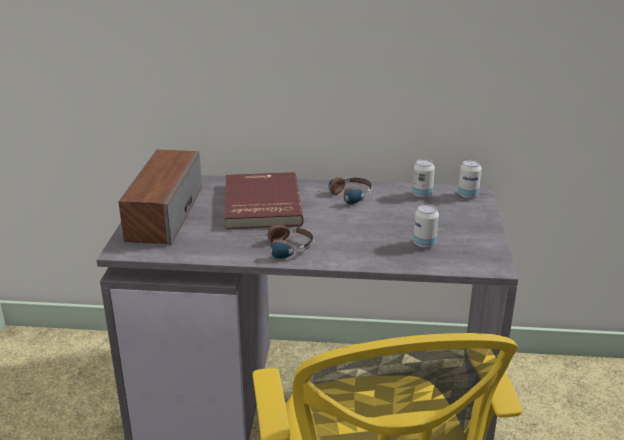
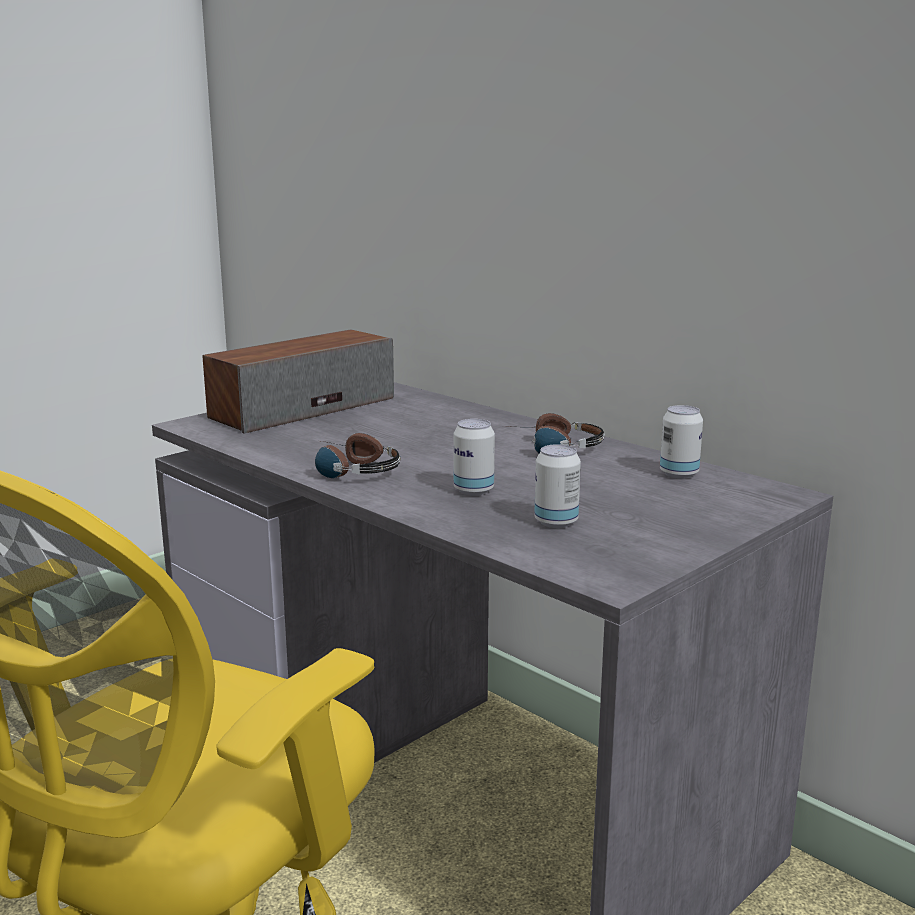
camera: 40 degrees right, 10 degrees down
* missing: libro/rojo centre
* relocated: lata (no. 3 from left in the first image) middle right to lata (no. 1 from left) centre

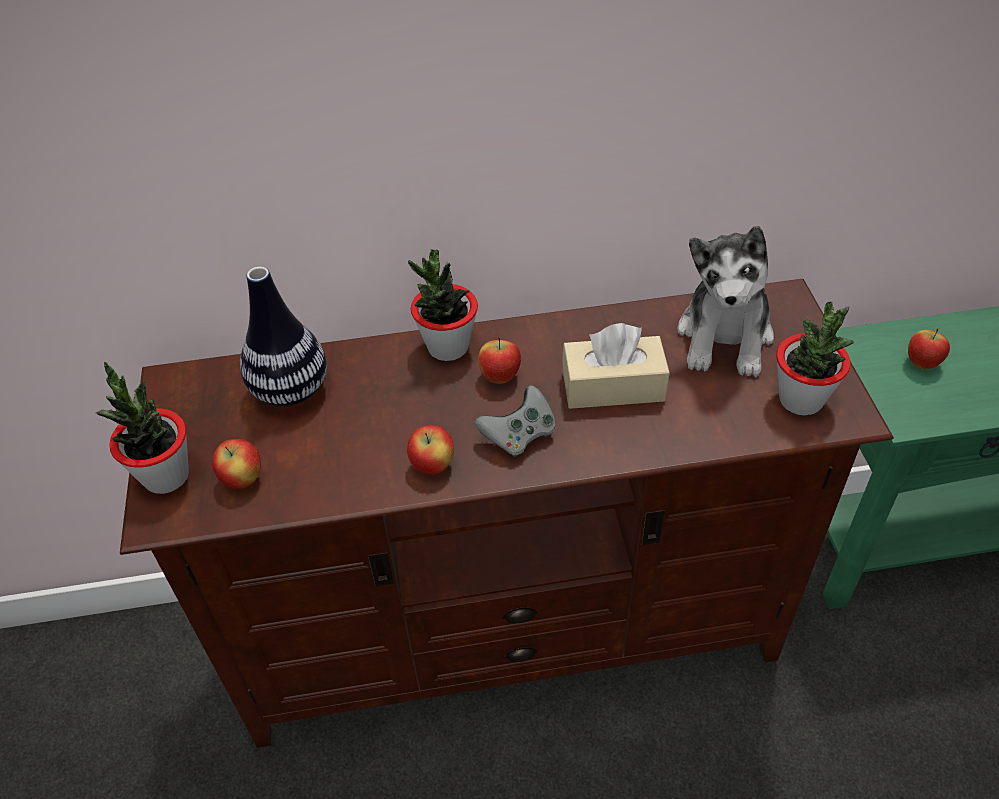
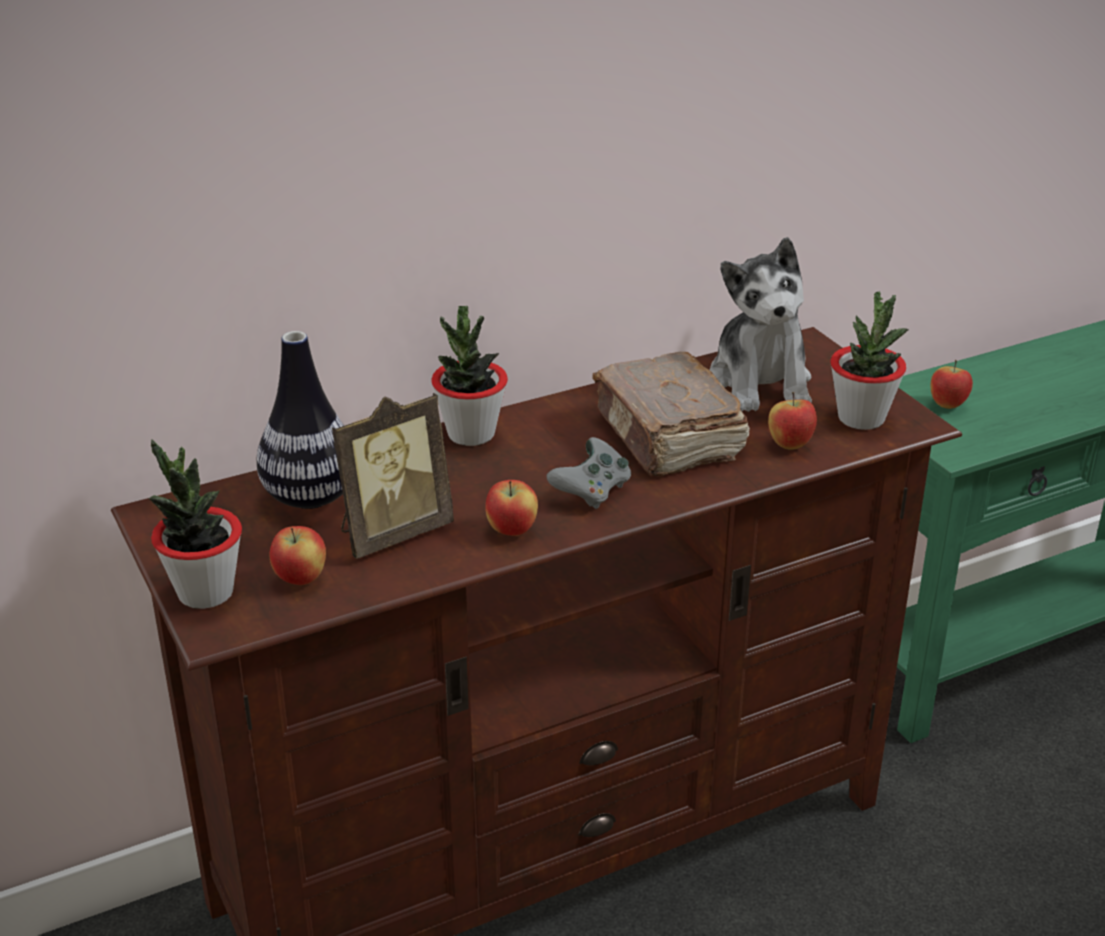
camera: 20 degrees left, 15 degrees down
* appeared: portarretratos centre
* relocated: manzana (no. 3 from left) centre to middle right
* exchanged: caja de pañuelos/beis centre to libro/marrón centre

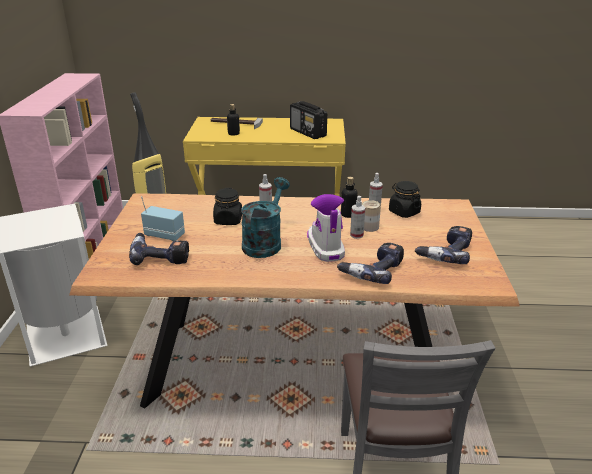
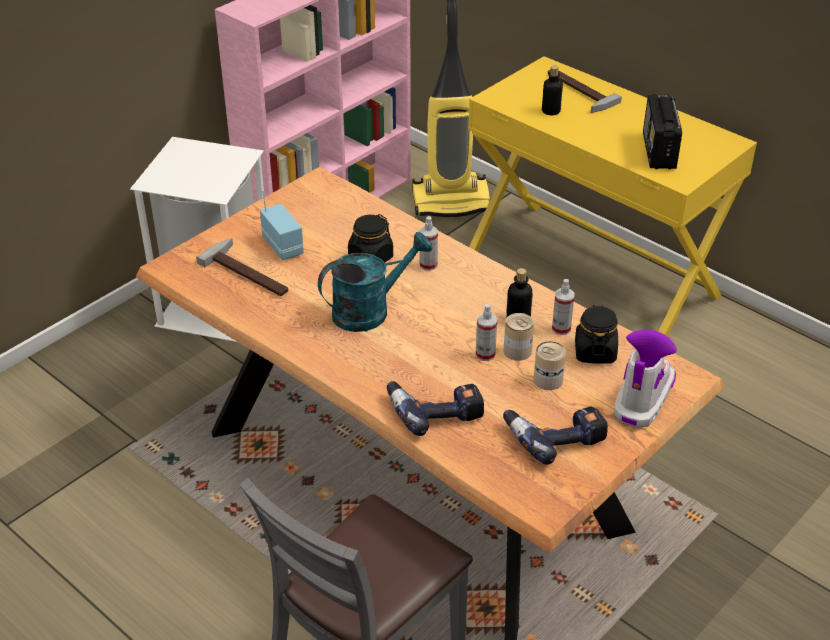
camera: 40 degrees right, 10 degrees up
* appeared: lata (no. 2 from left) centre
* relocated: bota centre to middle right
* exchanged: taladro (no. 1 from left) middle left to martillo (no. 1 from left) middle left

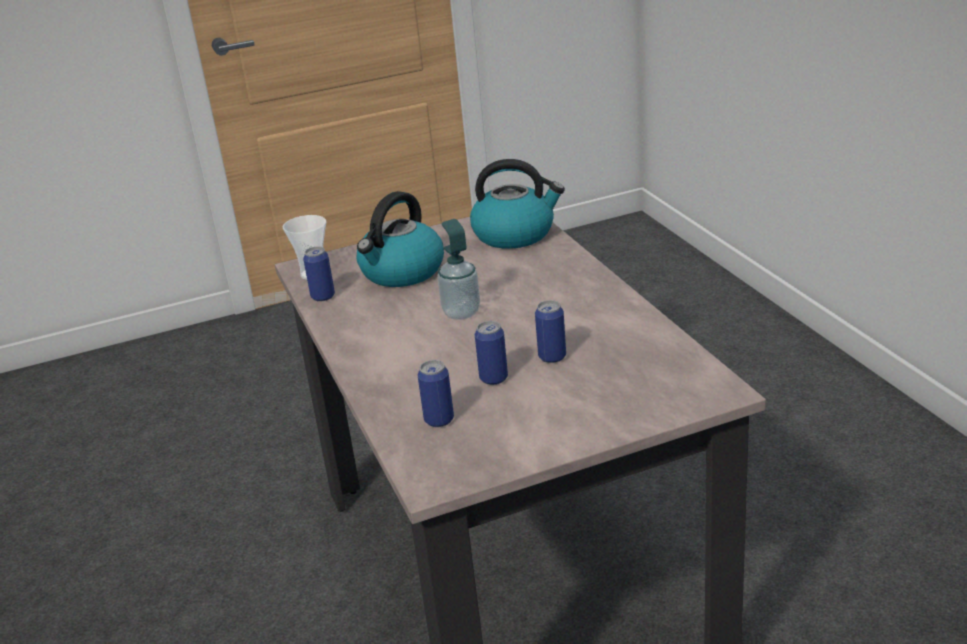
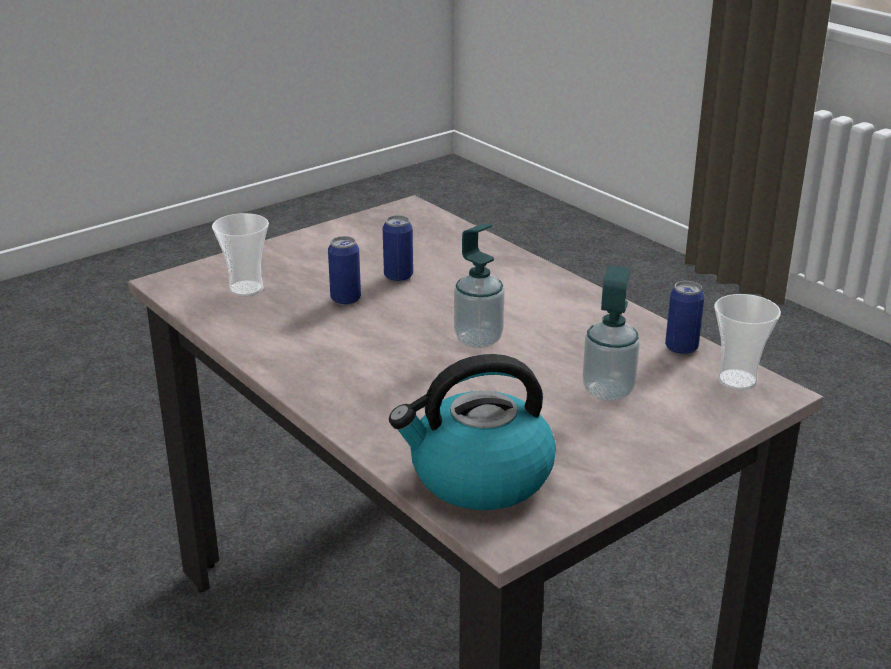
camera: 160 degrees right, 0 degrees up
* missing: lata (no. 2 from left) centre
* appeared: taza (no. 1 from left) middle left
* exchanged: hervidor (no. 1 from left) centre to dispensador de jabón (no. 2 from left) middle right

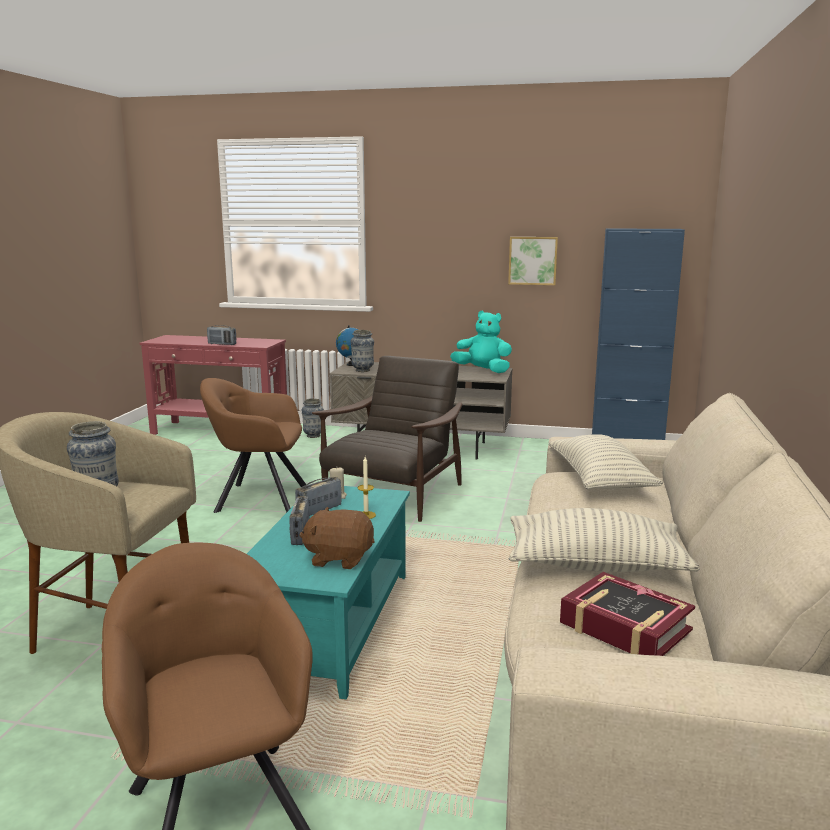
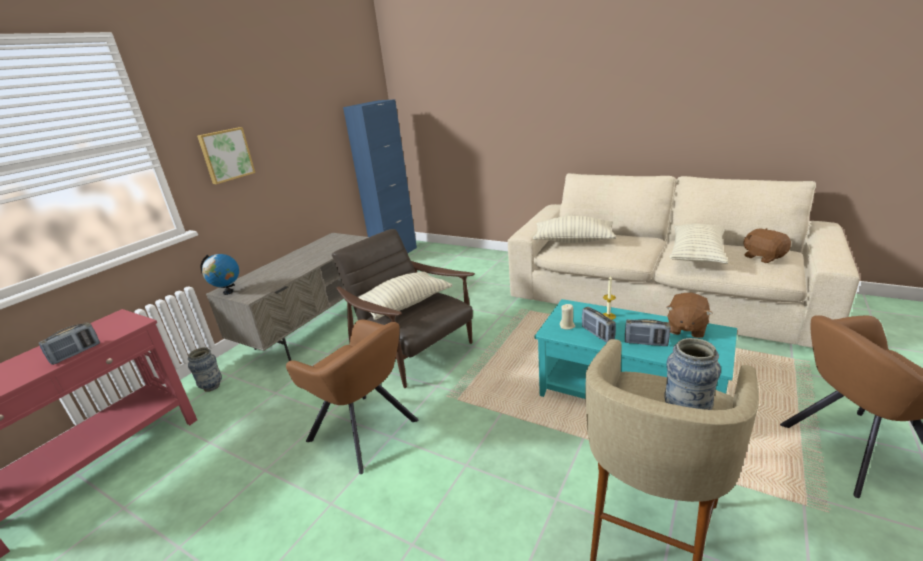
camera: 70 degrees left, 10 degrees up
* missing: florero (no. 3 from left) centre
* missing: peluche/turquesa centre
* appeared: cojín (no. 1 from left) centre
* relocated: cuadro top centre to top left
* exchanged: libro bottom right to peluche/marrón (no. 2 from left) middle right
* spun: sillón/marrón (no. 2 from left in the first image) middle left = bottom centre 75 degrees counterclockwise

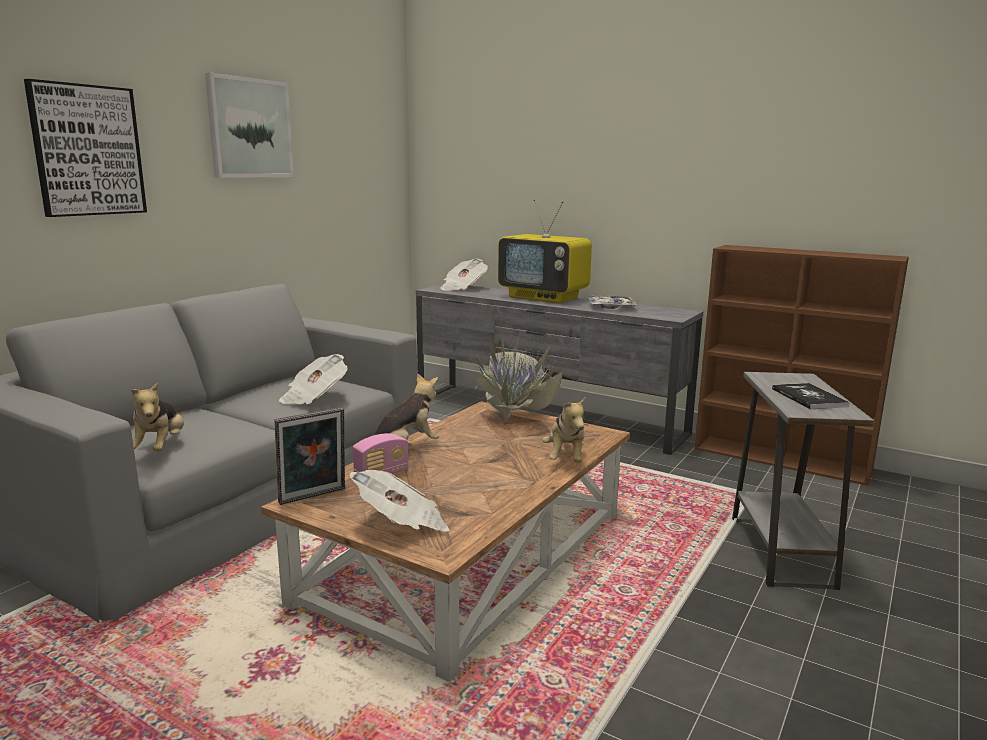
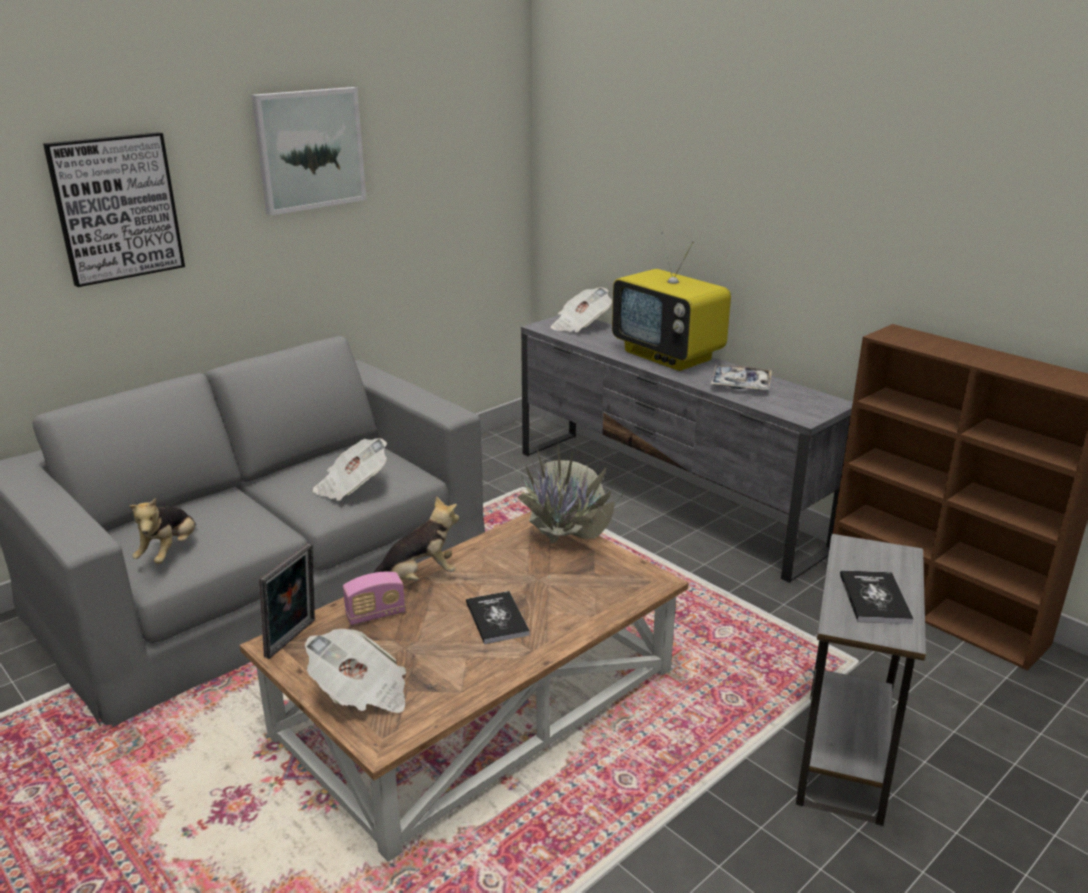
camera: 15 degrees right, 10 degrees up
* missing: peluche (no. 3 from left) centre
* appeared: libro (no. 1 from left) bottom centre
* spun: portarretratos middle left = bottom left 45 degrees counterclockwise

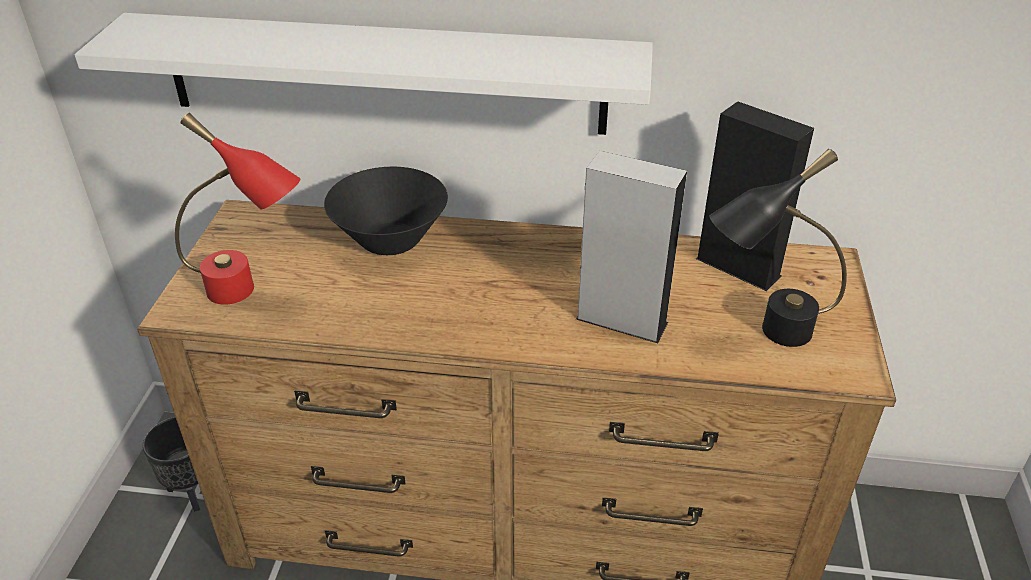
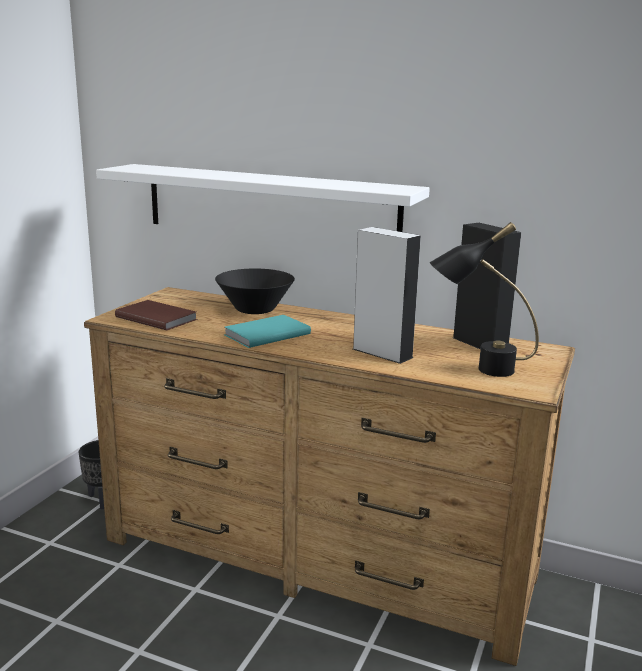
camera: 15 degrees right, 20 degrees down
* appeared: libro/turquesa centre
* exchanged: lámpara de mesa/rojo middle left to libro/marrón middle left

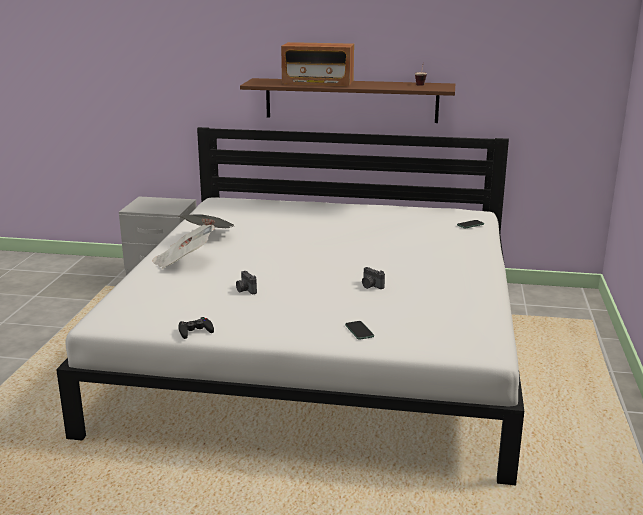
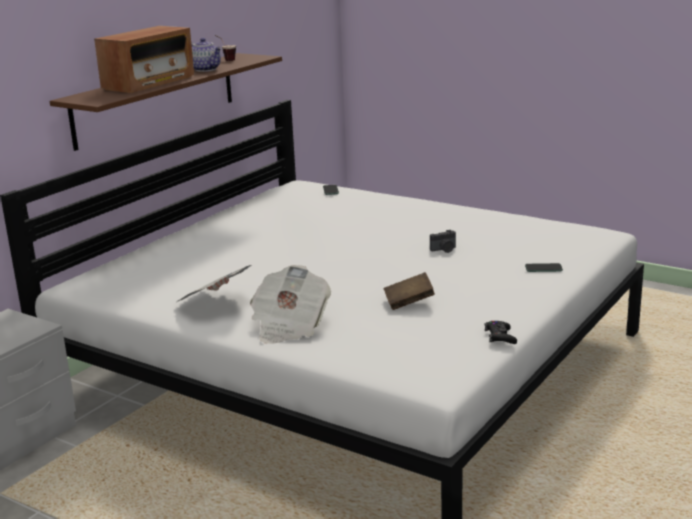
camera: 65 degrees left, 0 degrees up
* appeared: tetera top left
* exchanged: cámara (no. 1 from left) centre to libro/marrón centre

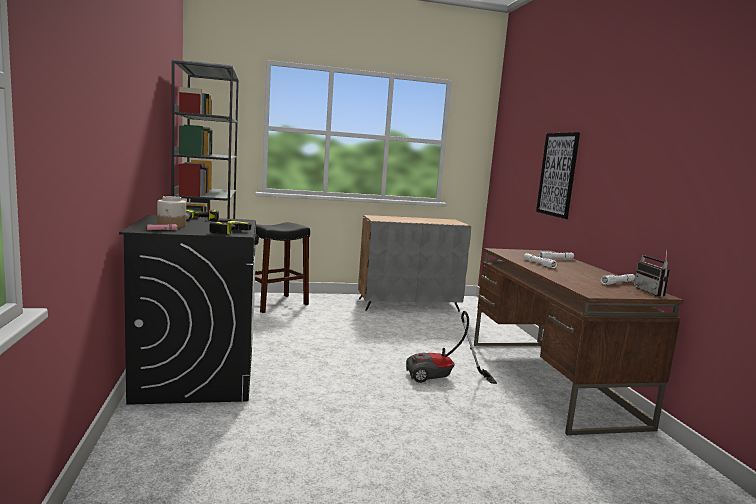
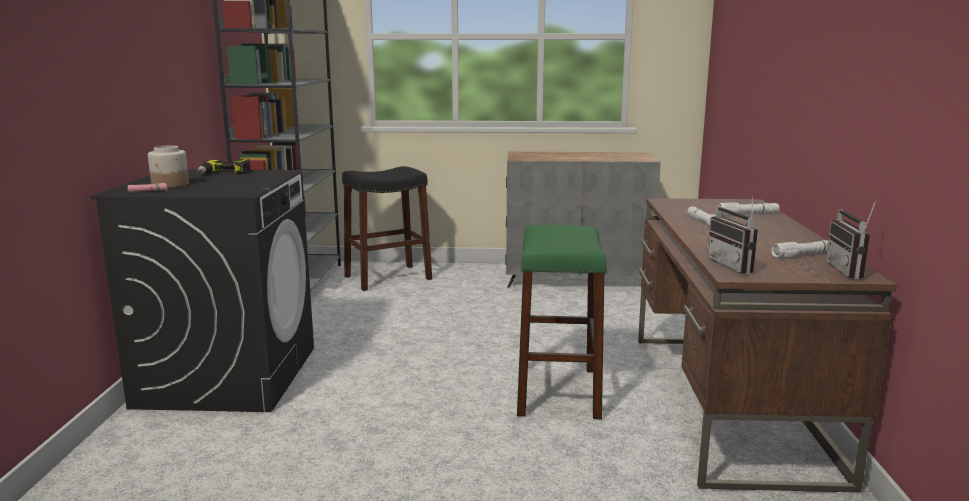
camera: 15 degrees right, 5 degrees up
* missing: taladro (no. 2 from left) middle left
* missing: cuadro middle right
* appeared: radio (no. 1 from left) middle right
* exchanged: aspiradora bottom centre to taburete/verde centre

